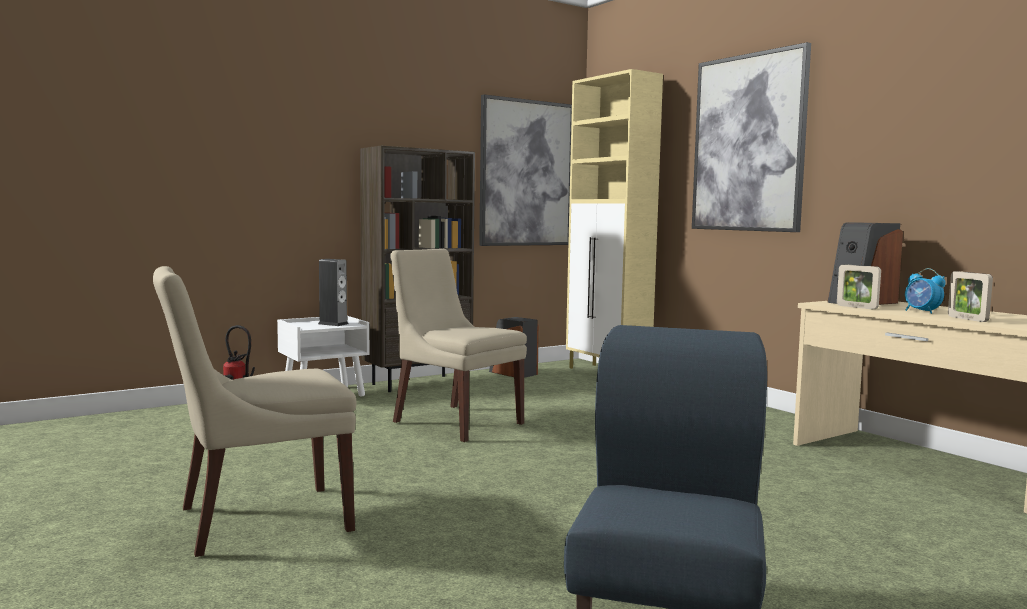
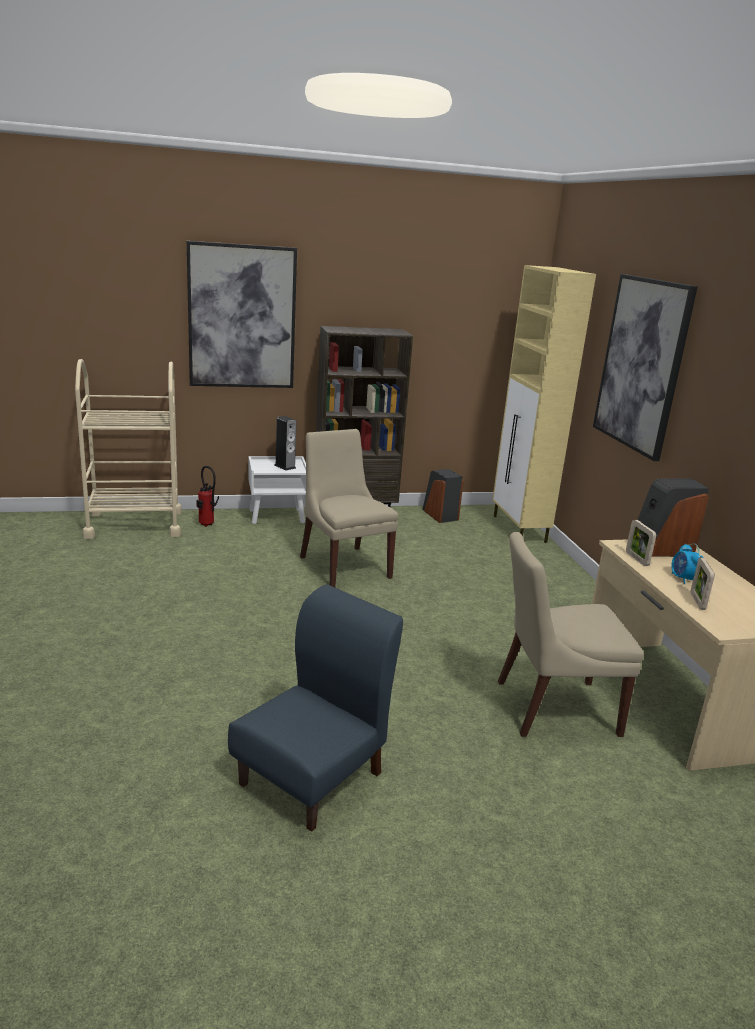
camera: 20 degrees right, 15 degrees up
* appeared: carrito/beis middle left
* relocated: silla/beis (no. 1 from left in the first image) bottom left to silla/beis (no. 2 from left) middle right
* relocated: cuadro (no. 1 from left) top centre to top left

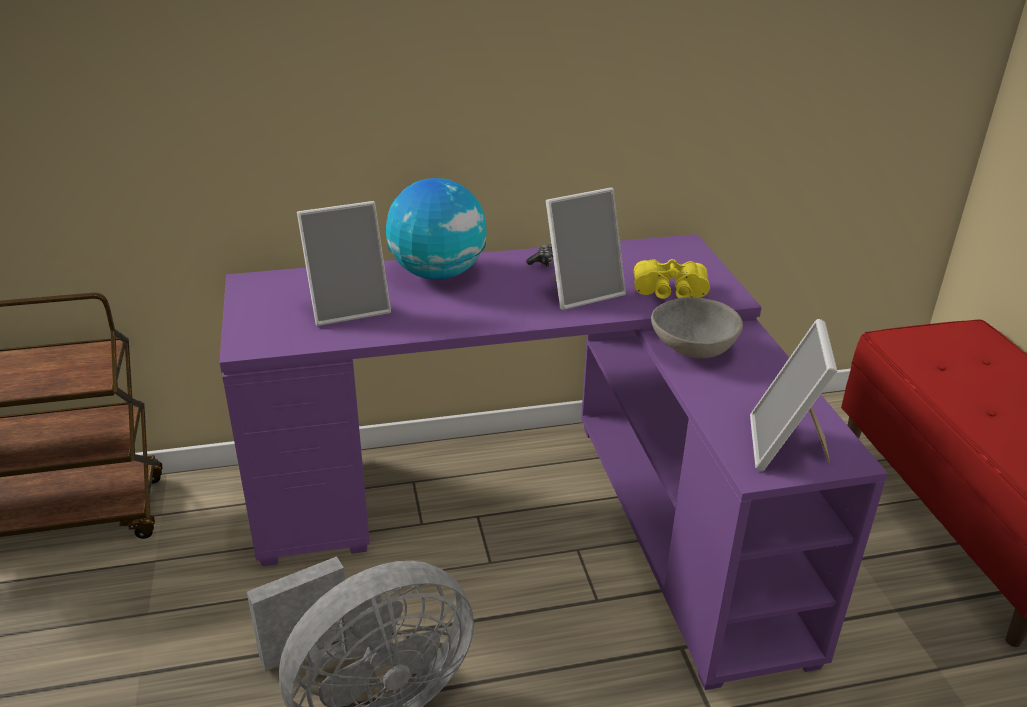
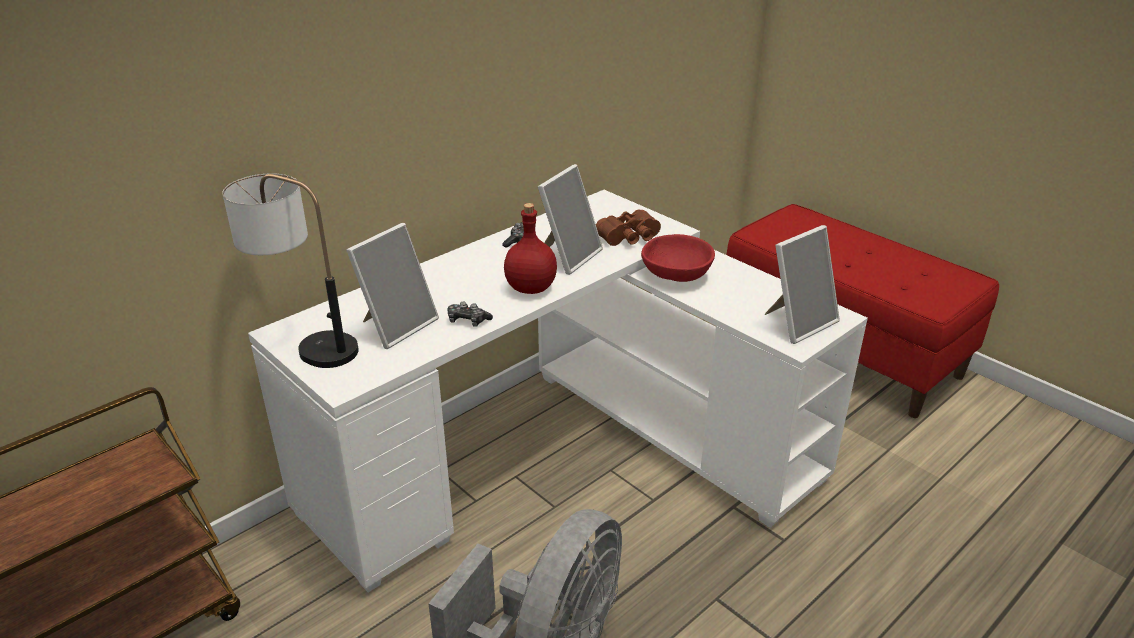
camera: 30 degrees left, 0 degrees up
* missing: globo terráqueo top centre
* appeared: lámpara de mesa middle left
* appeared: mando de consola (no. 1 from left) centre
* appeared: botella/rojo centre
* colour: escritorio/morado centre to escritorio/blanco centre
* colour: prismáticos/amarillo centre to prismáticos/marrón centre
* colour: cuenco/gris middle right to cuenco/rojo centre
* spun: portarretratos (no. 3 from left) middle right = middle right 105 degrees counterclockwise

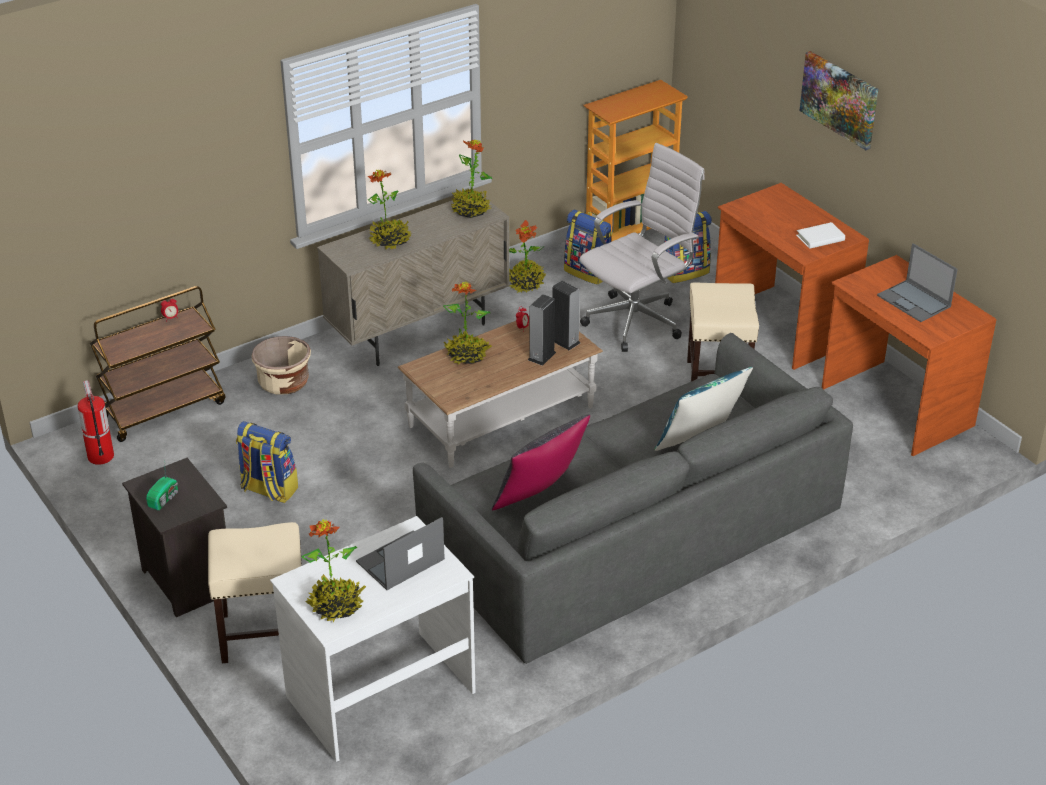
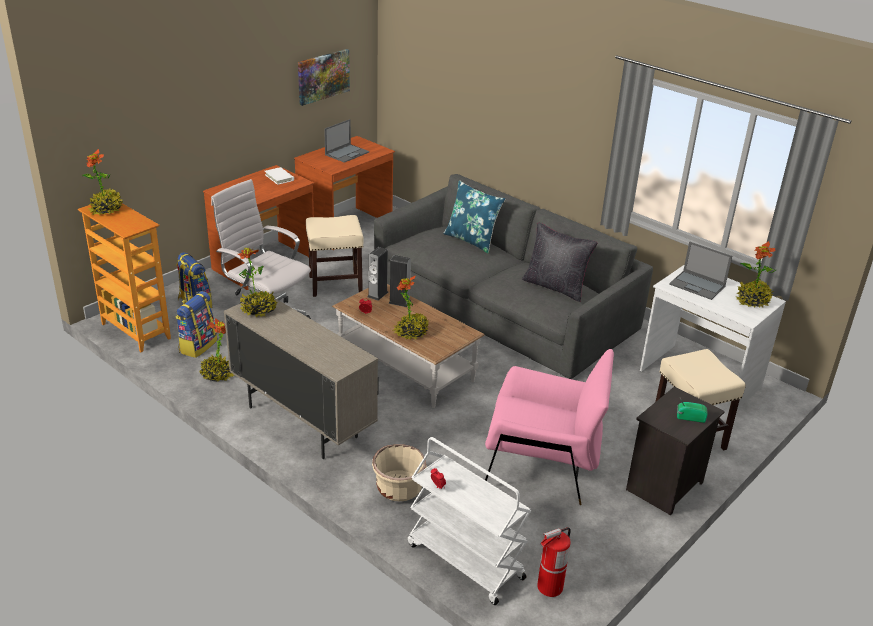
camera: 105 degrees left, 5 degrees down
* relocated: planta en maceta (no. 2 from left in the first image) top centre to planta en maceta (no. 1 from left) top left
* relocated: cuadro top right to top centre
* exchanged: mochila (no. 1 from left) middle left to sillón/rosa bottom centre
* colour: carrito/marrón middle left to carrito/blanco bottom centre

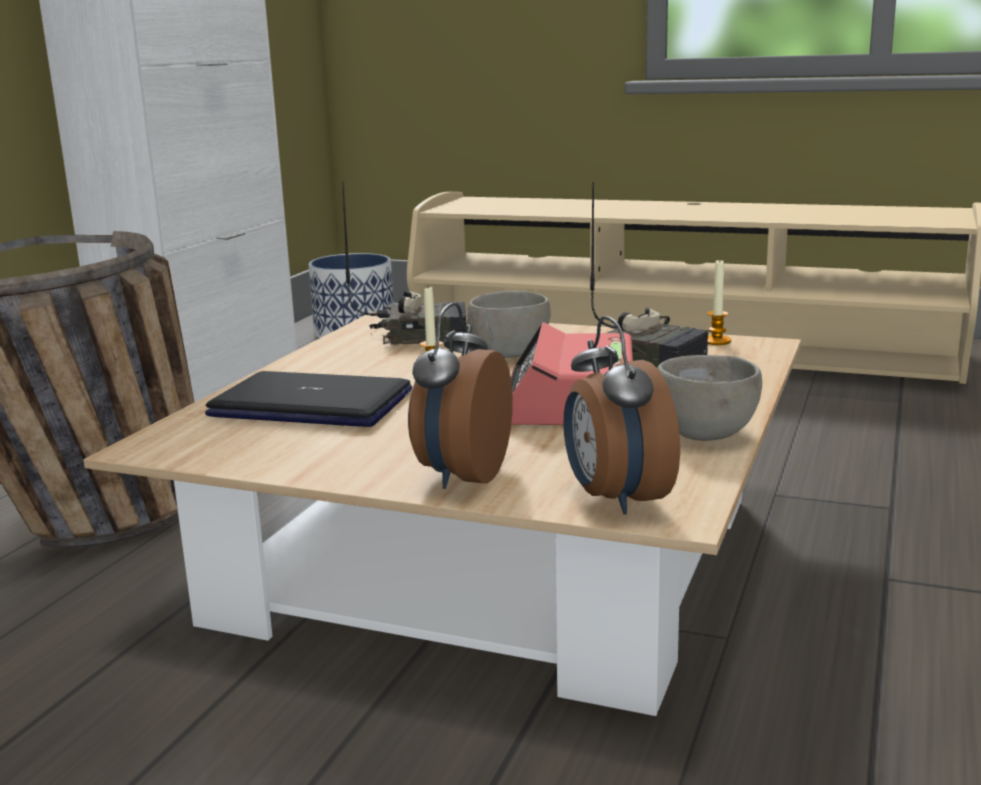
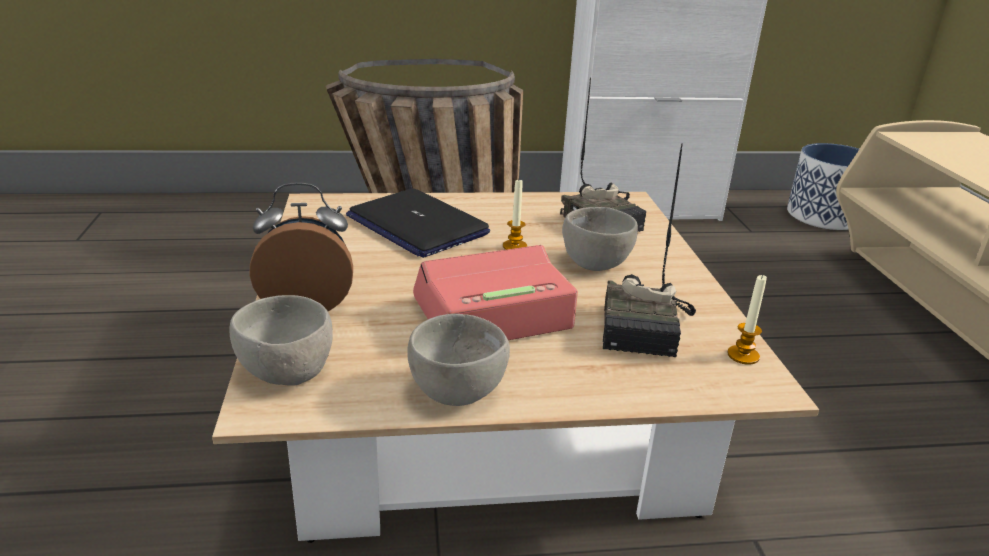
camera: 60 degrees right, 10 degrees up
* exchanged: despertador (no. 3 from left) centre to cuenco/gris (no. 1 from left) middle left
* spun: portátil middle left = centre 150 degrees clockwise

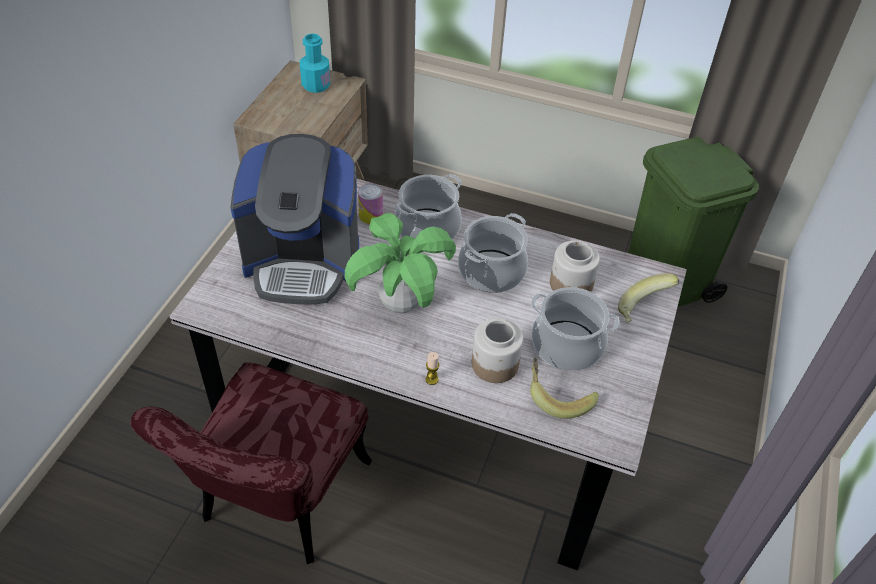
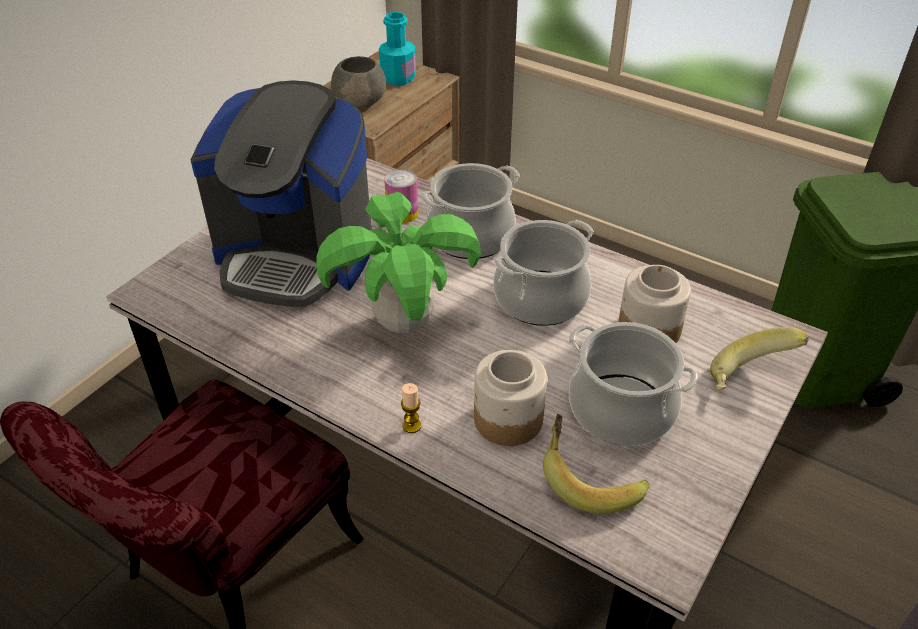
camera: 15 degrees right, 5 degrees down
* appeared: cuenco/gris top centre

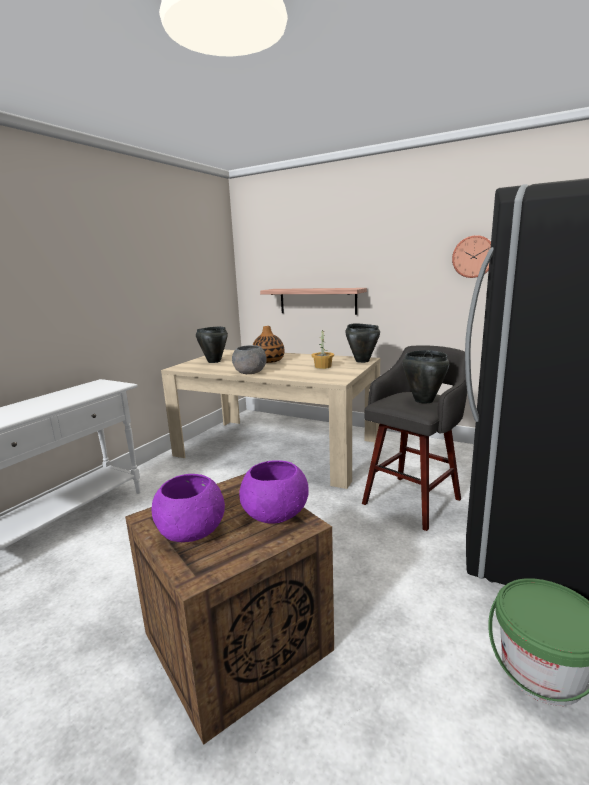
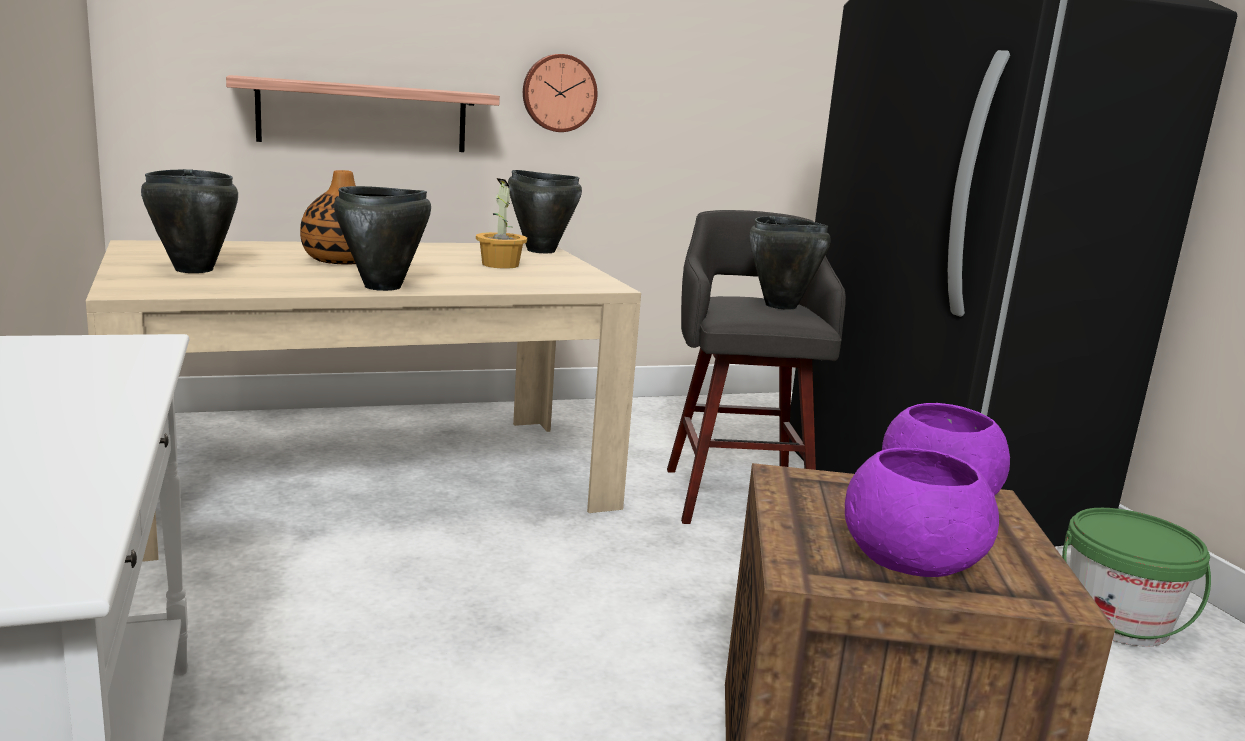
camera: 50 degrees left, 0 degrees up
* relocated: reloj de pared top right to top centre
* exchanged: cuenco/gris centre to olla/negro (no. 2 from left) top left

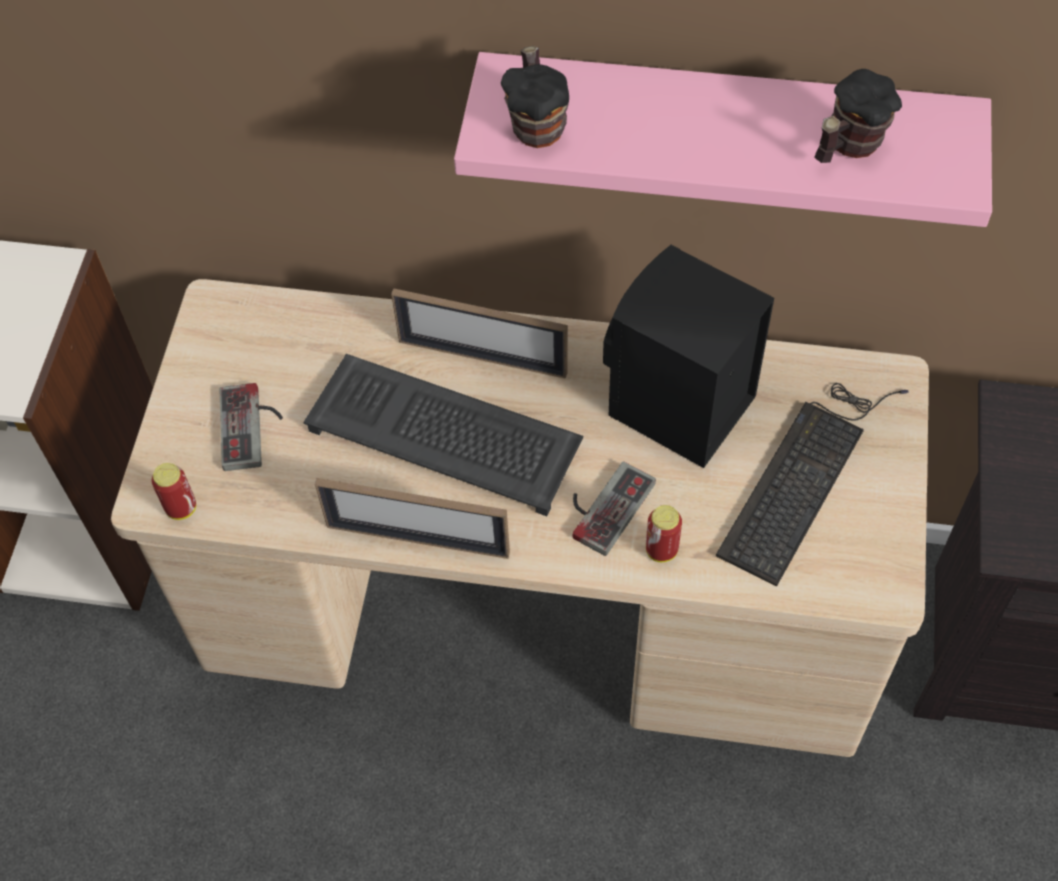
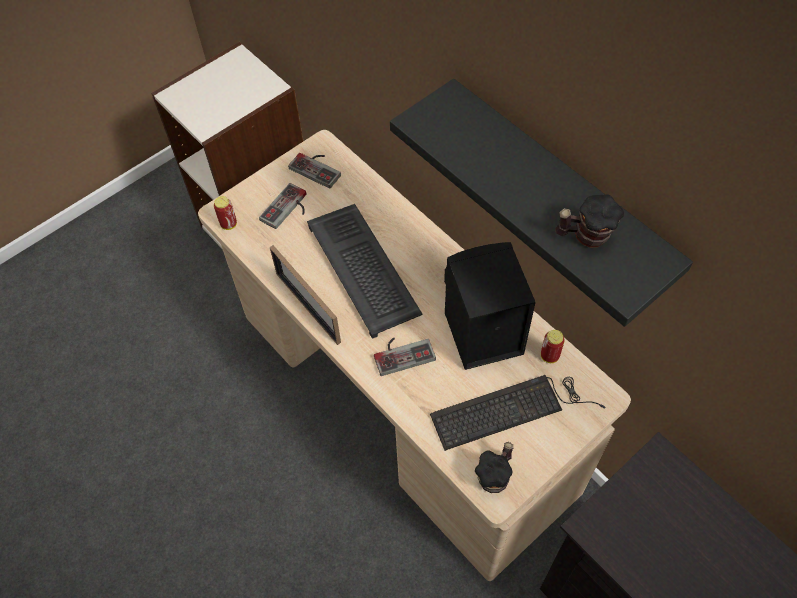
camera: 40 degrees right, 0 degrees up
* missing: portarretratos (no. 2 from left) centre
* appeared: mando de consola (no. 2 from left) top centre
* relocated: taza grande (no. 1 from left) top centre to bottom centre
* relocated: lata (no. 2 from left) centre to middle right
* colour: estante/rosa top right to estante/negro middle right

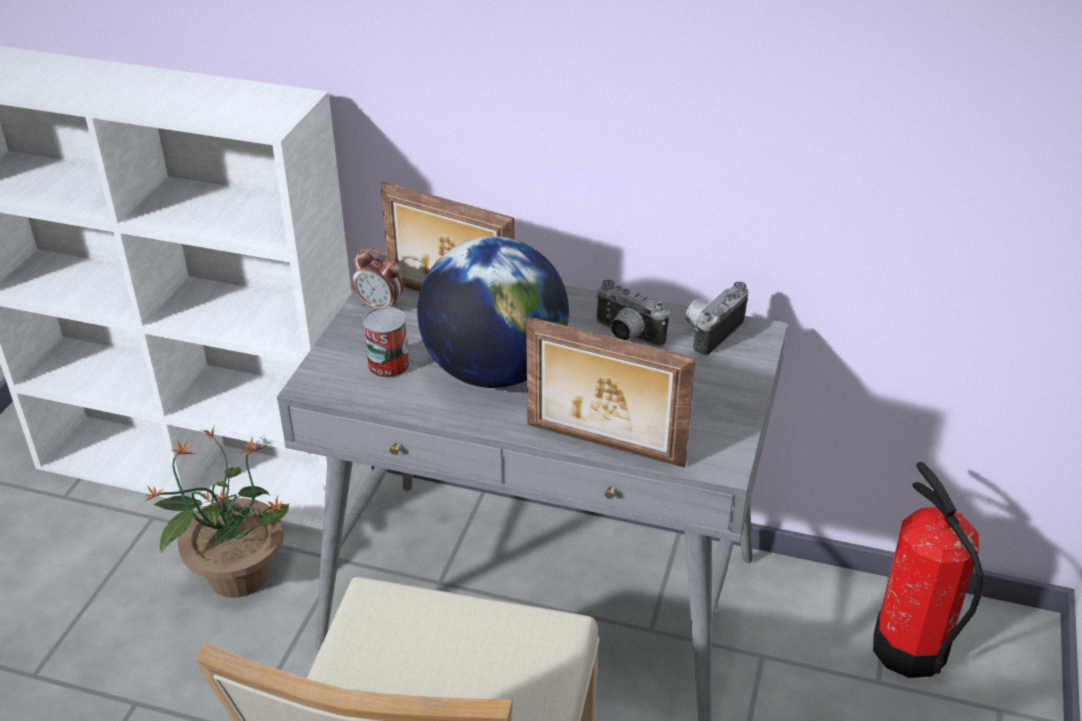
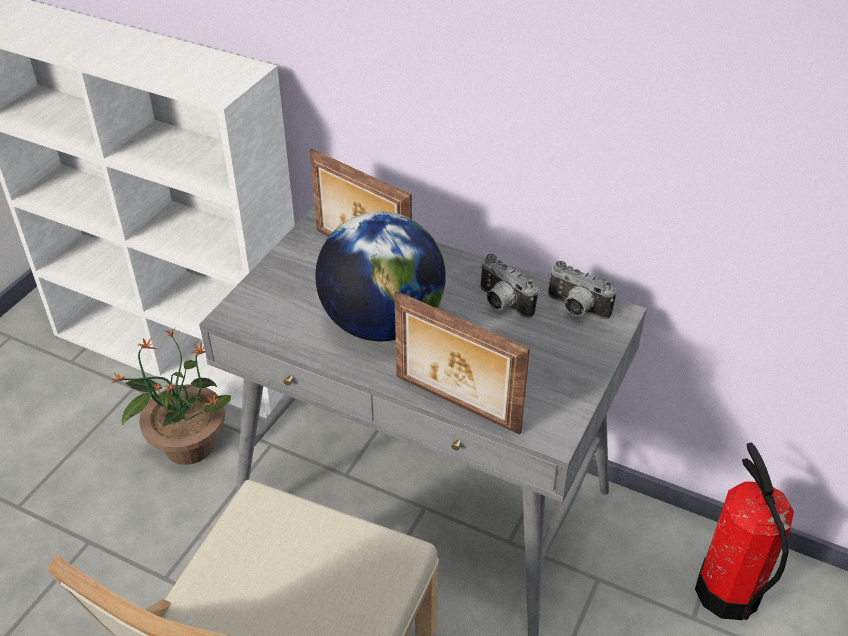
camera: 10 degrees right, 5 degrees up
* missing: despertador centre
* missing: lata centre
* spun: cámara (no. 2 from left) centre = middle right 105 degrees counterclockwise

